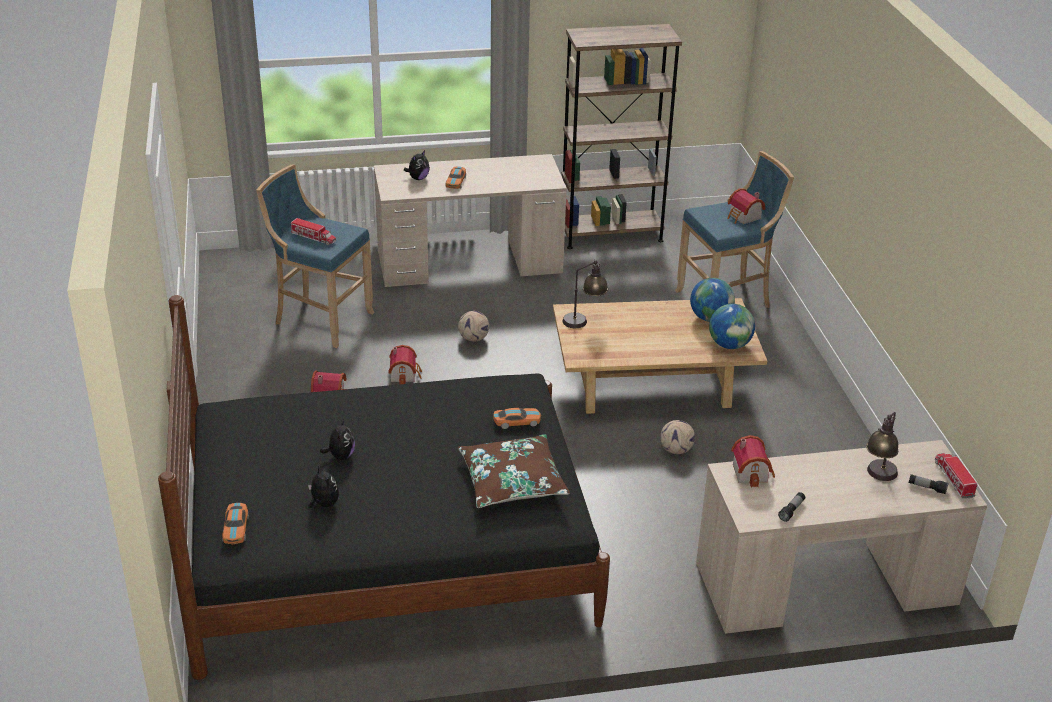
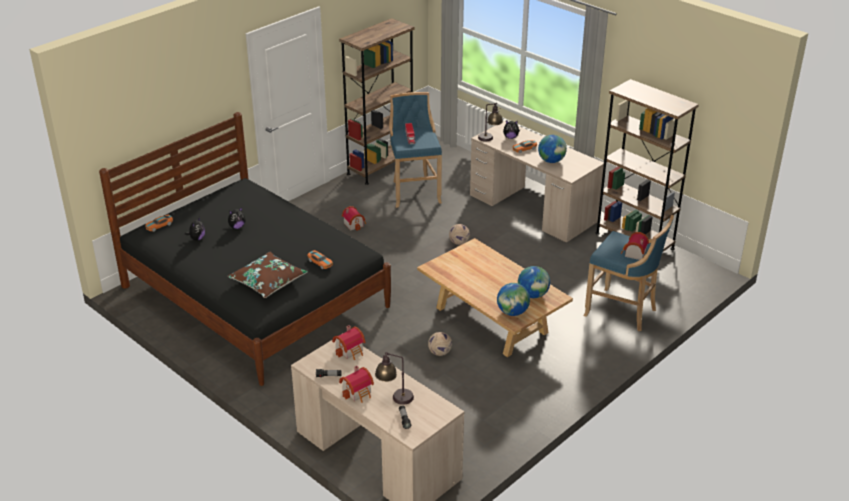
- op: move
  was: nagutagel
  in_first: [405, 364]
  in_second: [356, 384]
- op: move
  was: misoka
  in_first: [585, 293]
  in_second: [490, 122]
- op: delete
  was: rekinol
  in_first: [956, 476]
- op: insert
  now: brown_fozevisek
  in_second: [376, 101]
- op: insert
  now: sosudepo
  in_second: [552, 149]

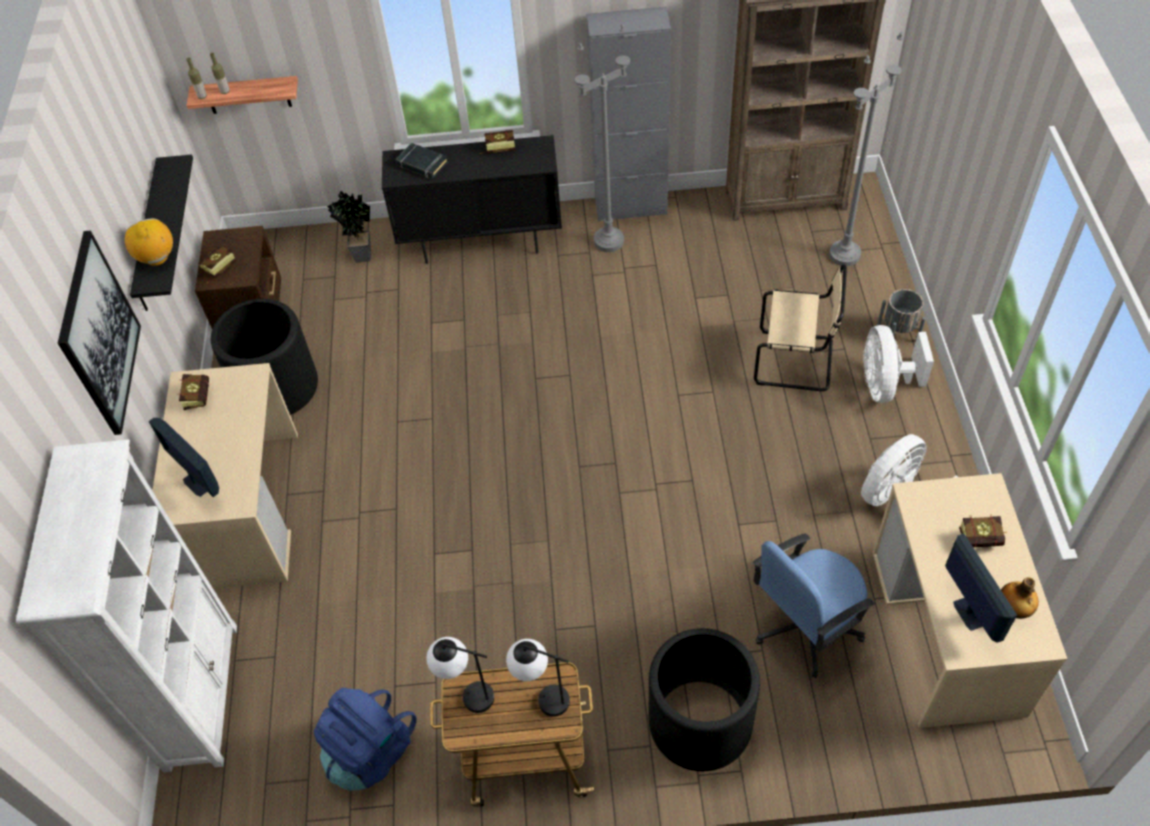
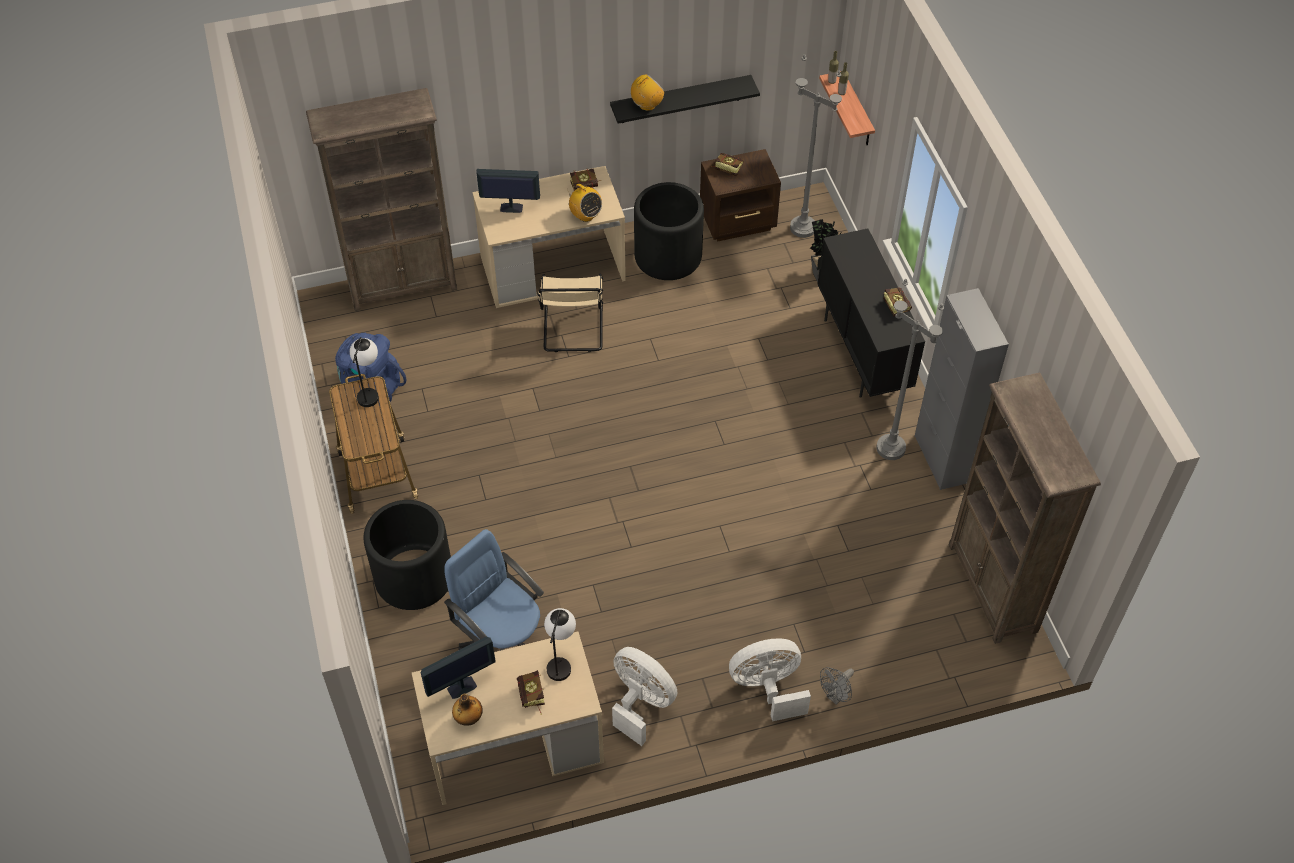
- op: recolor
  was: white_fozevisek
  now: brown_fozevisek
  in_first: [126, 606]
  in_second: [381, 199]
- op: delete
  was: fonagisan
  in_first: [99, 333]
- op: rotate
  was: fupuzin
  in_first: [184, 457]
  in_second: [508, 191]
  clockwise: 60
- op: delete
  was: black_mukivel
  in_first: [422, 161]
- op: move
  was: misoka
  in_first: [538, 678]
  in_second: [560, 644]
- op: move
  was: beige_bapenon
  in_first: [800, 327]
  in_second: [570, 312]
- op: move
  was: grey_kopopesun
  in_first: [866, 149]
  in_second: [816, 146]
- op: replace
  was: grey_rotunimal
  now: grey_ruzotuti
  in_first: [901, 314]
  in_second: [837, 686]
- op: insert
  now: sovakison
  in_second: [584, 203]

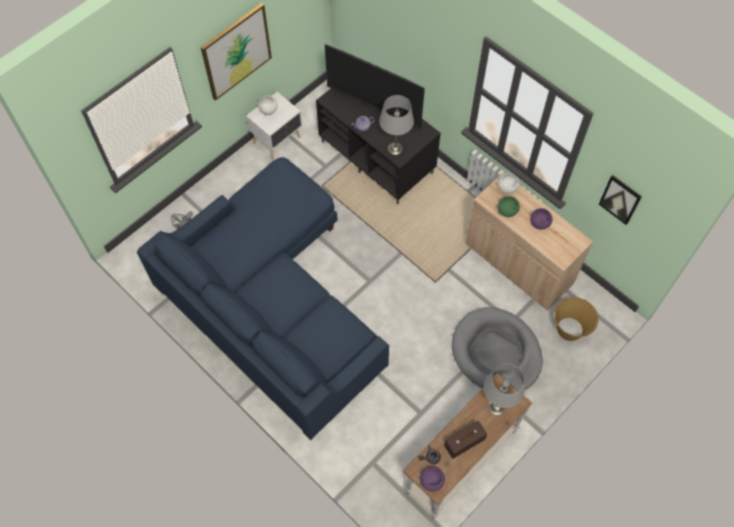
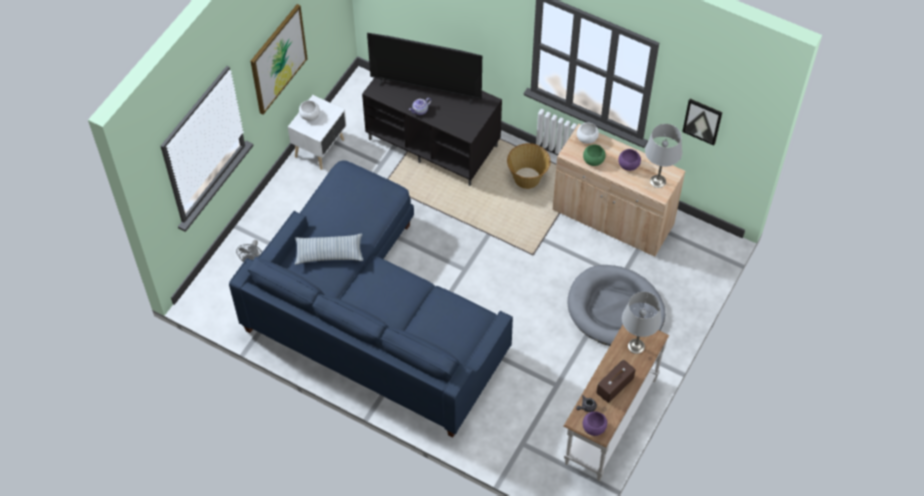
- op: move
  was: grey_misoka
  in_first: [396, 125]
  in_second: [663, 156]
- op: move
  was: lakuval
  in_first: [576, 319]
  in_second: [528, 166]
- op: insert
  now: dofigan
  in_second: [329, 249]

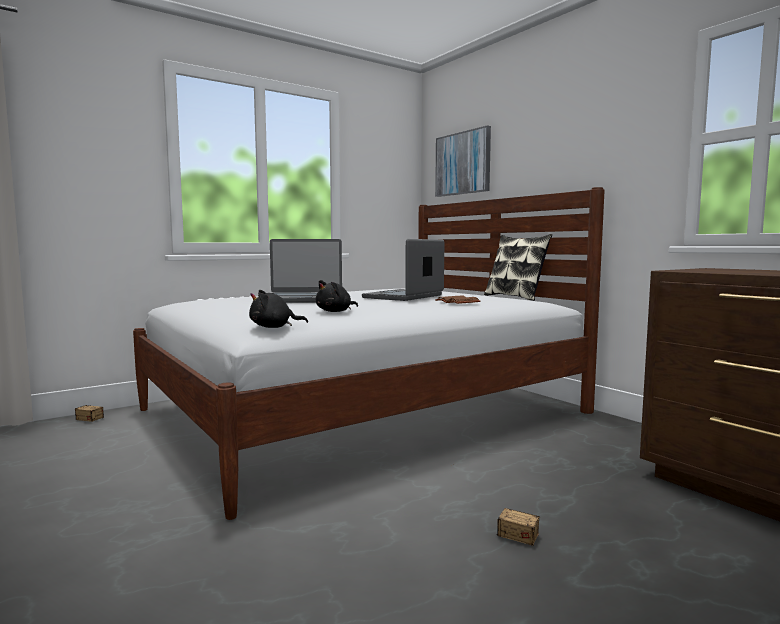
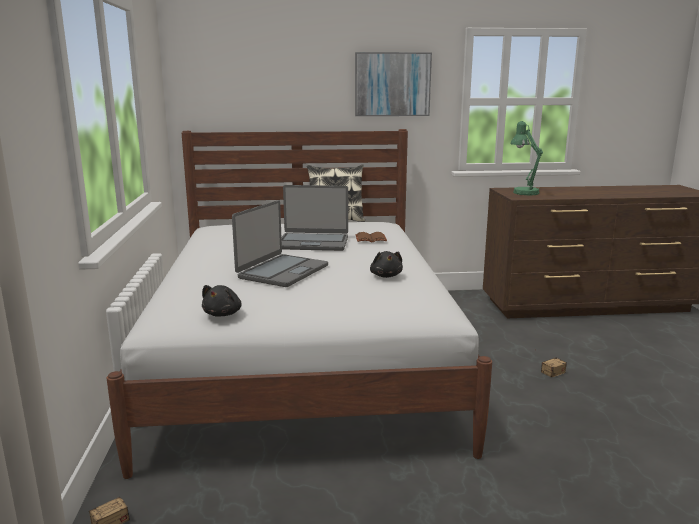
- op: move
  was: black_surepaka
  in_first: [278, 309]
  in_second: [222, 301]
- op: rotate
  was: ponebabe
  in_first: [403, 270]
  in_second: [314, 218]
  clockwise: -60
- op: move
  was: fonagisan
  in_first: [463, 161]
  in_second: [393, 84]
- op: insert
  now: green_misoka
  in_second: [526, 158]

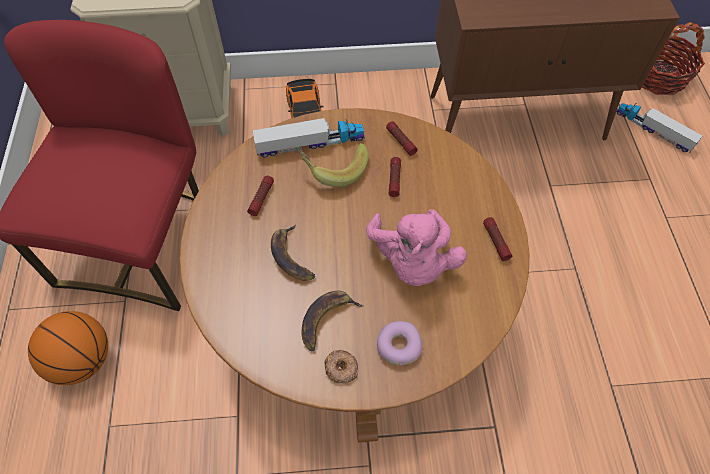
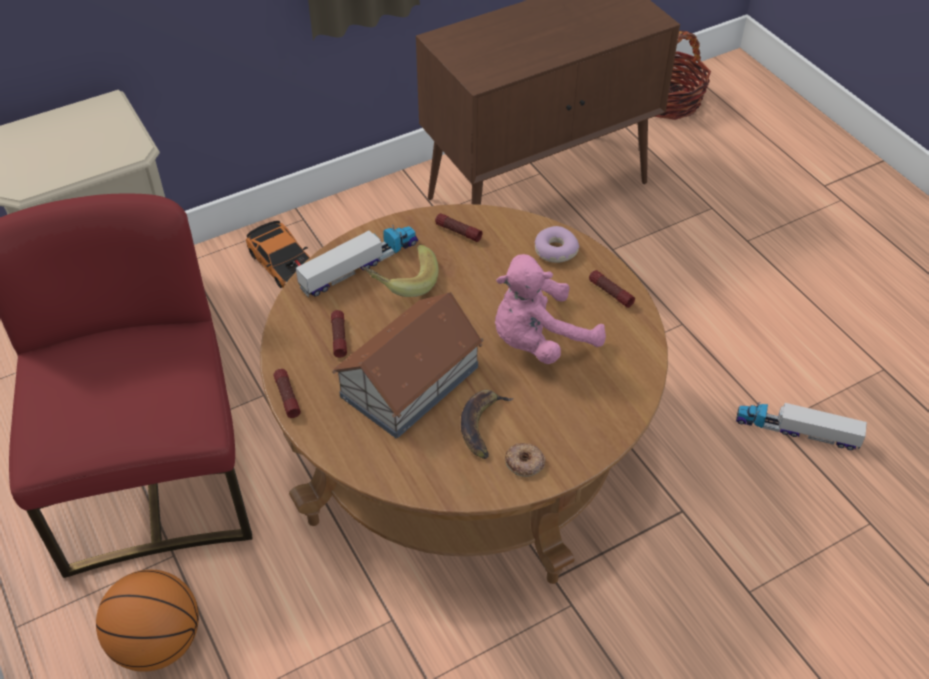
- op: replace
  was: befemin
  now: nagutagel
  in_first: [293, 252]
  in_second: [408, 365]
- op: rotate
  was: pink_surepaka
  in_first: [416, 247]
  in_second: [550, 309]
  clockwise: 90
- op: move
  was: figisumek
  in_first: [399, 343]
  in_second: [557, 244]
- op: move
  was: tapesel
  in_first: [395, 177]
  in_second: [287, 393]
- op: move
  was: rekinol
  in_first: [659, 128]
  in_second: [801, 426]

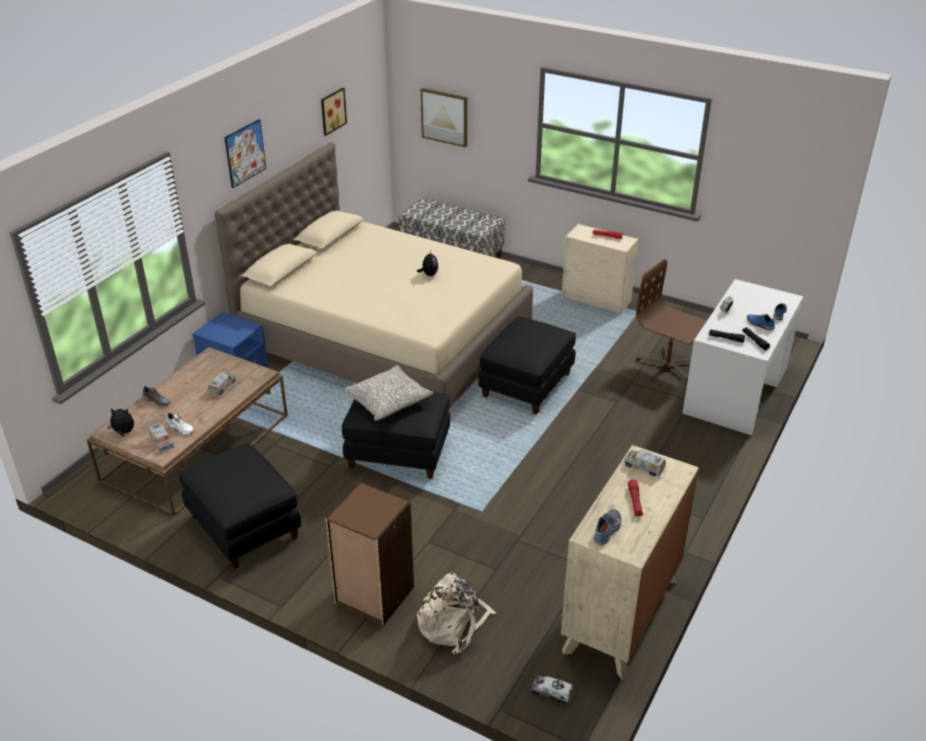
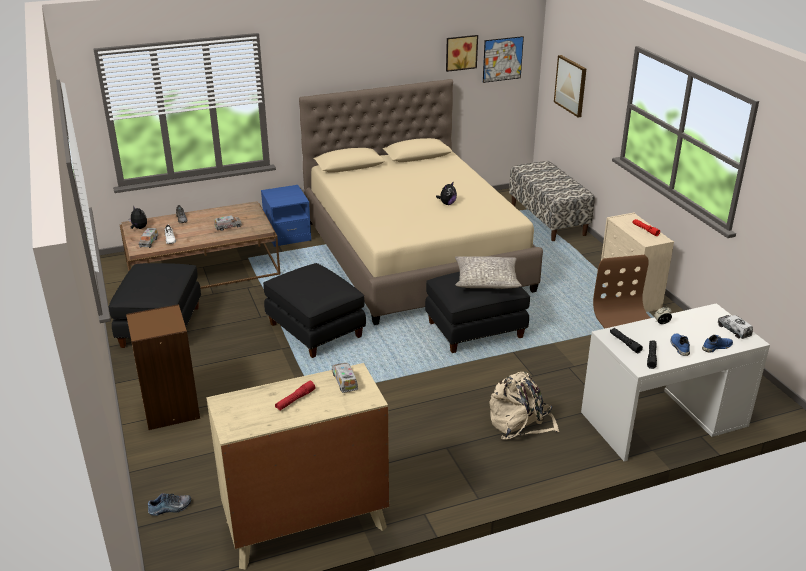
- op: move
  was: fonagisan
  in_first: [245, 153]
  in_second: [503, 59]
- op: move
  was: grey_dofigan
  in_first: [387, 393]
  in_second: [488, 272]
- op: move
  was: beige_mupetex
  in_first: [457, 613]
  in_second: [524, 406]
- op: move
  was: rekinol
  in_first: [552, 690]
  in_second: [735, 327]
- op: move
  was: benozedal
  in_first: [607, 527]
  in_second: [169, 504]

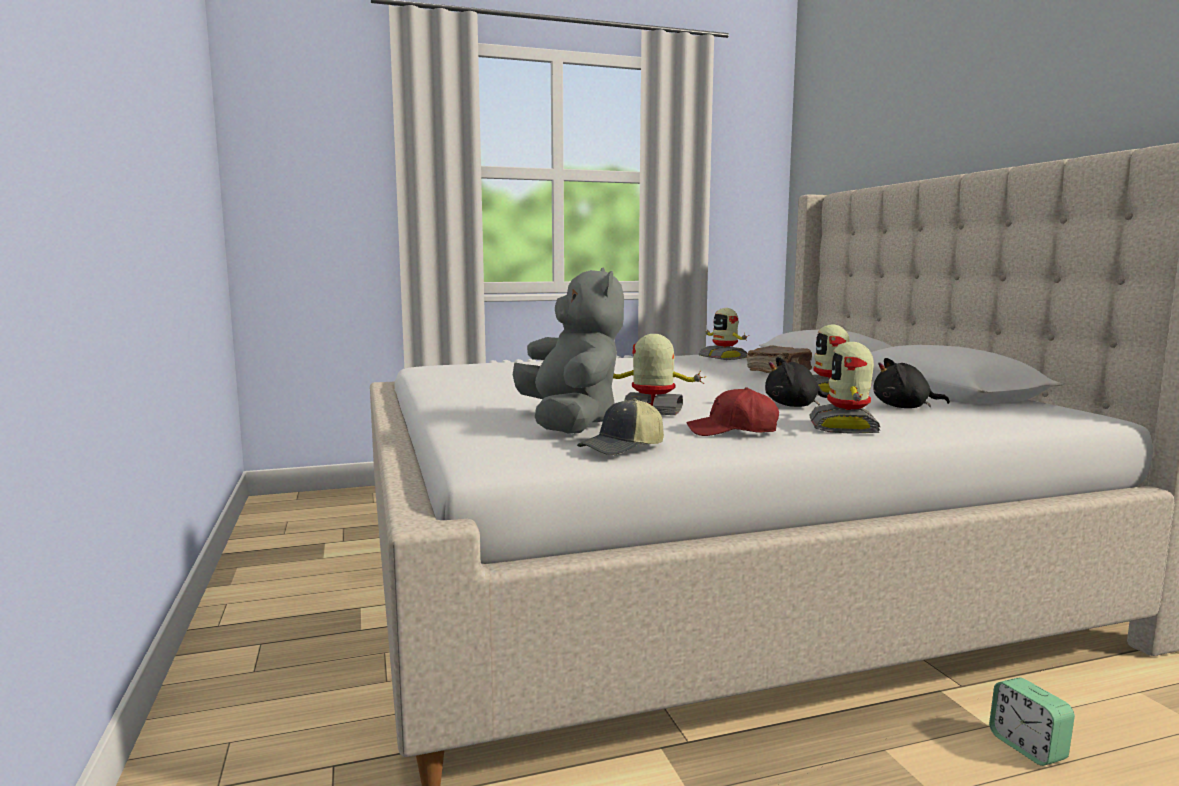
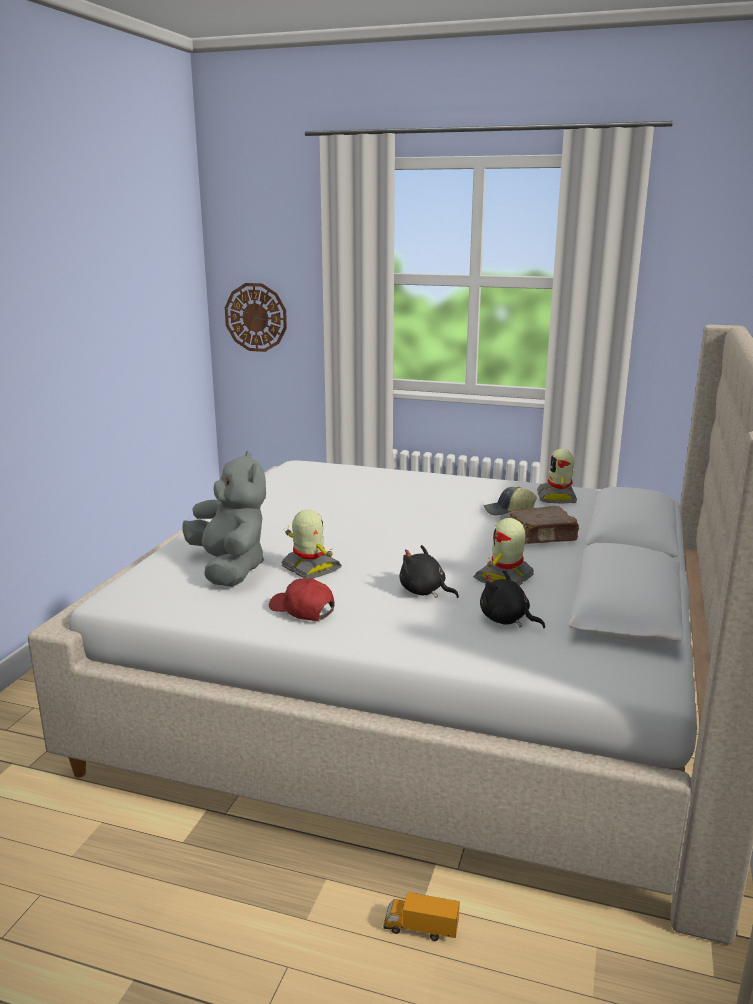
- op: rotate
  was: grey_surepaka
  in_first: [568, 350]
  in_second: [224, 519]
  clockwise: -45
- op: move
  was: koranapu
  in_first: [620, 426]
  in_second: [510, 501]
- op: delete
  was: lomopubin
  in_first: [844, 388]
- op: replace
  was: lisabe
  now: rekinol
  in_first: [1032, 722]
  in_second: [421, 916]
- op: insert
  now: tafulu
  in_second: [256, 317]

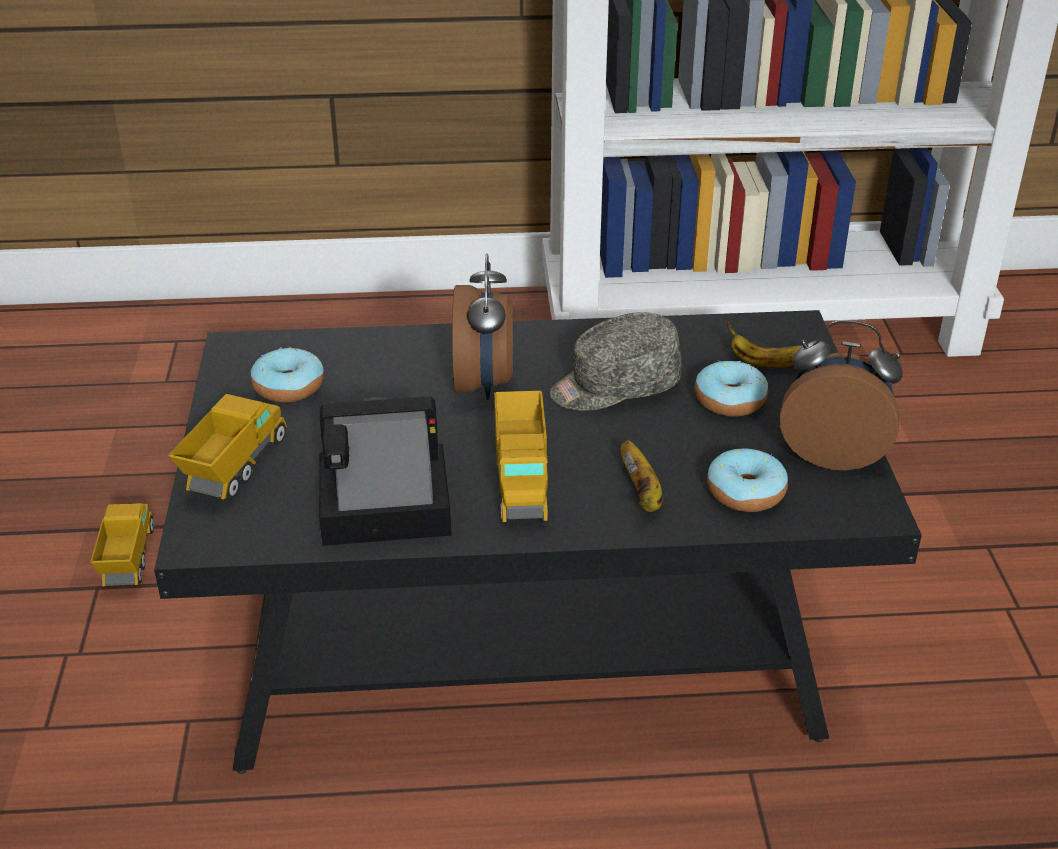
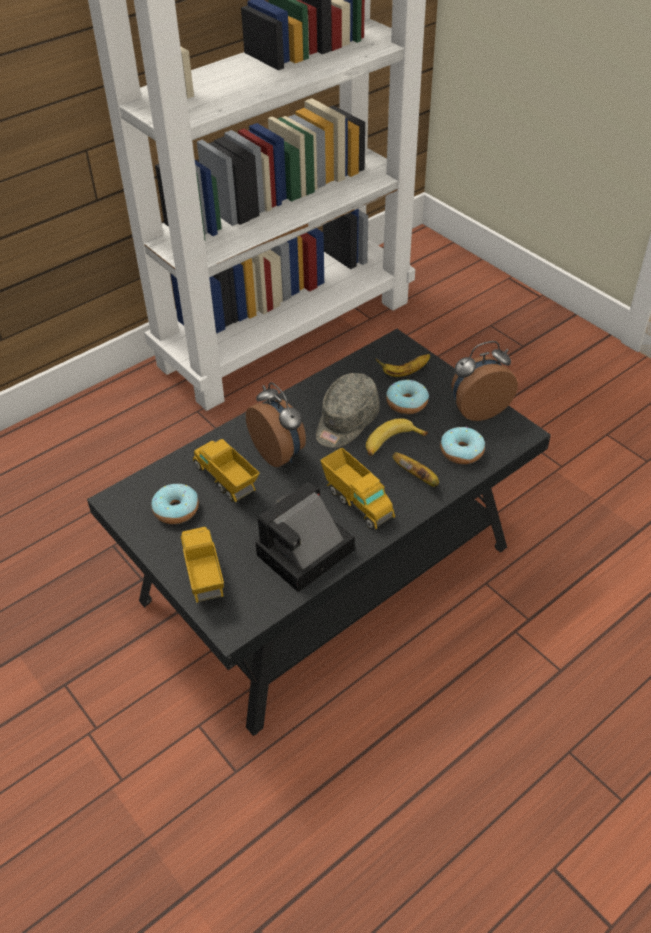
- op: move
  was: rekinol
  in_first: [122, 544]
  in_second: [226, 470]
- op: insert
  now: befemin
  in_second: [397, 437]

